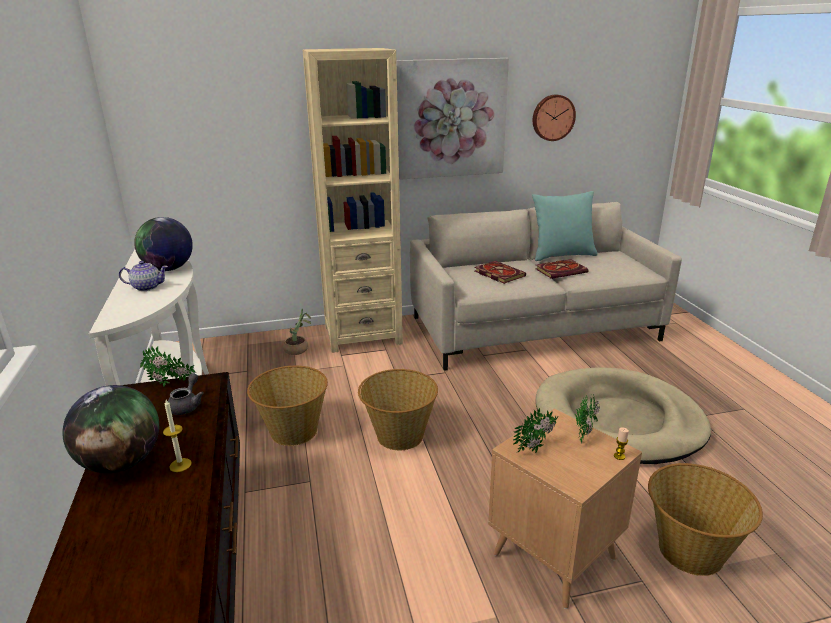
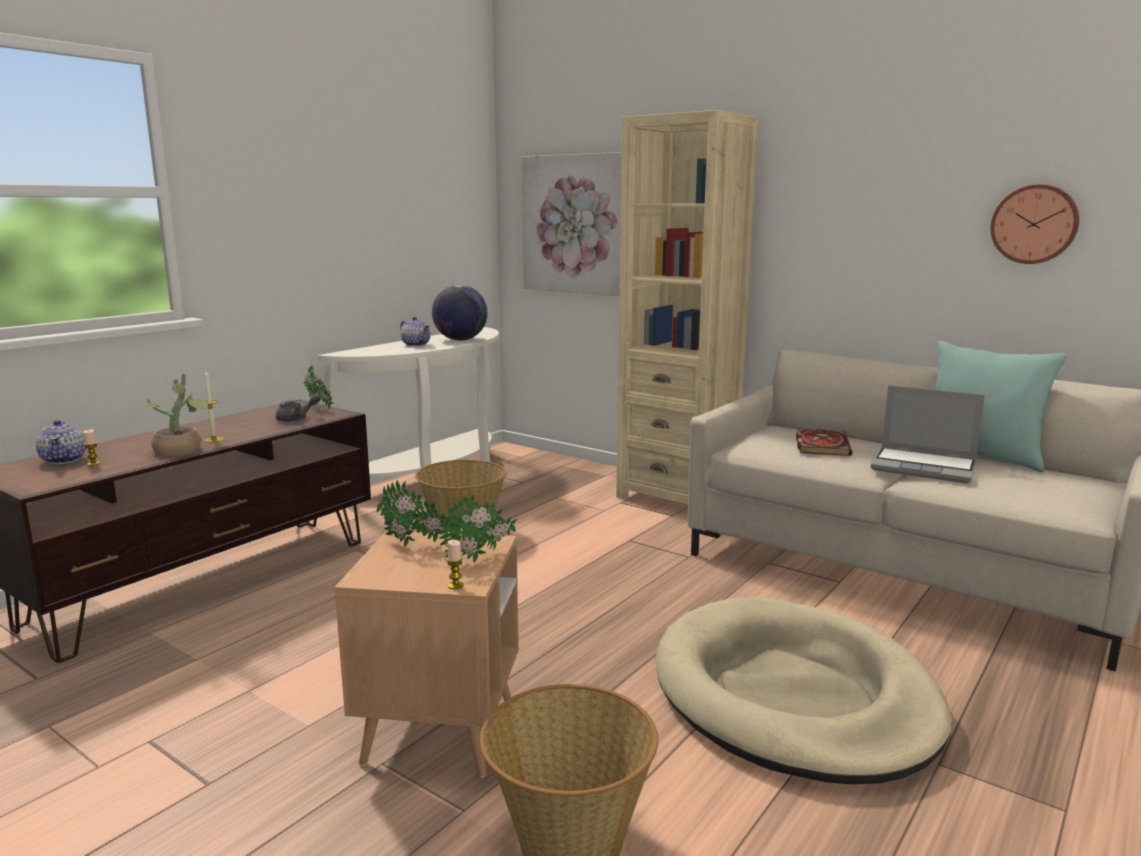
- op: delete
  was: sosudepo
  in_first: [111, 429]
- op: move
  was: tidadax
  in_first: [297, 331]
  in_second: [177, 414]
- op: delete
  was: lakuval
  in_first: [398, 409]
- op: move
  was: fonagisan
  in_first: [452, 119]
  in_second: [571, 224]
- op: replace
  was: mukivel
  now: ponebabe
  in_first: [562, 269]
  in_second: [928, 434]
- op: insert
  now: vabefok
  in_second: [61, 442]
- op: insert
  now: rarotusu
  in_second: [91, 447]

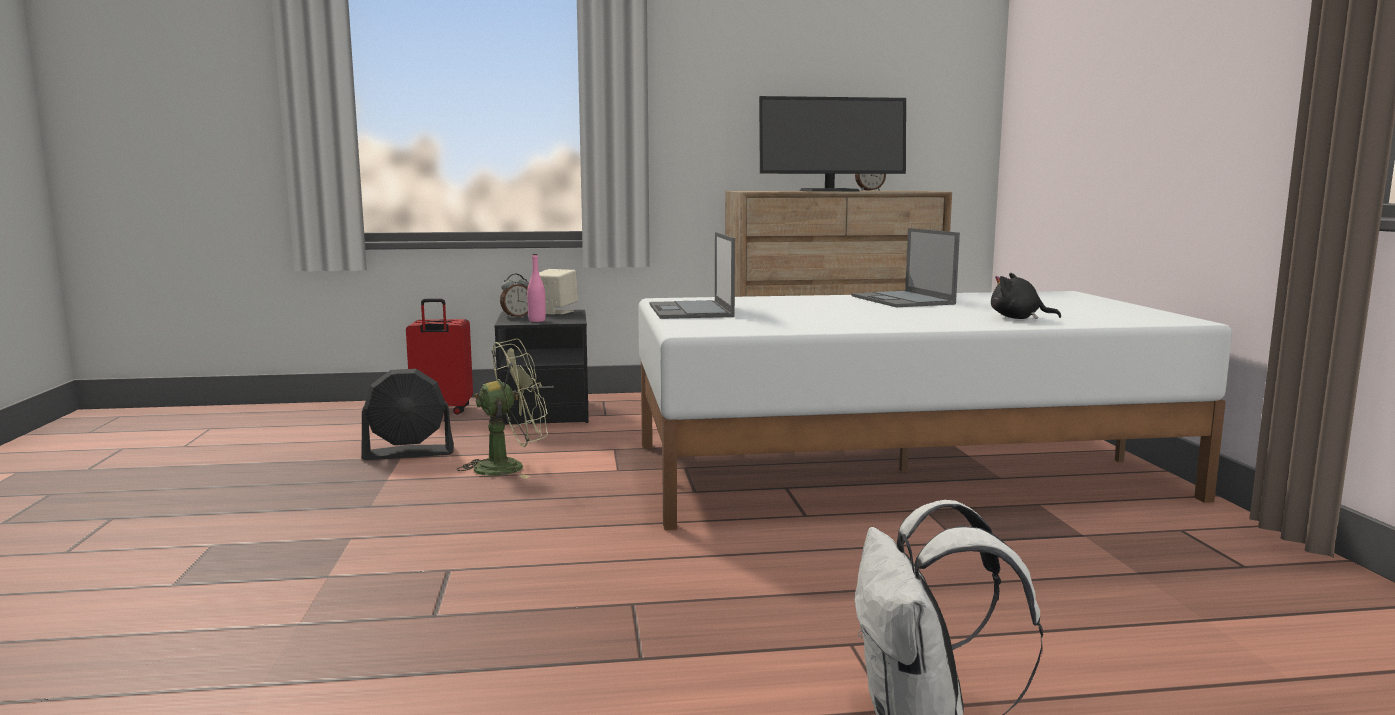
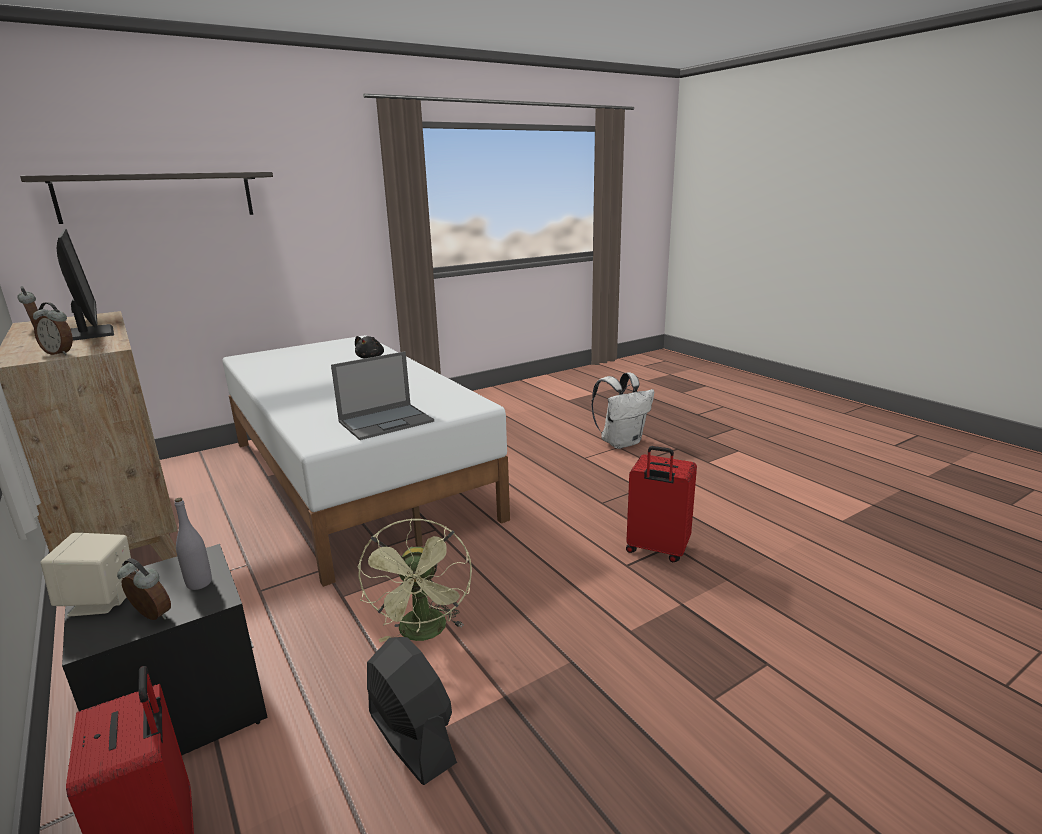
- op: rotate
  was: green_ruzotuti
  in_first: [502, 408]
  in_second: [414, 580]
  clockwise: -135
- op: recolor
  was: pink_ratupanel
  now: grey_ratupanel
  in_first: [536, 288]
  in_second: [193, 544]
- op: delete
  was: ponebabe
  in_first: [905, 267]
- op: insert
  now: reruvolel
  in_second: [146, 198]
- op: insert
  now: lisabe
  in_second: [53, 328]
- op: insert
  now: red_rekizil
  in_second: [661, 504]

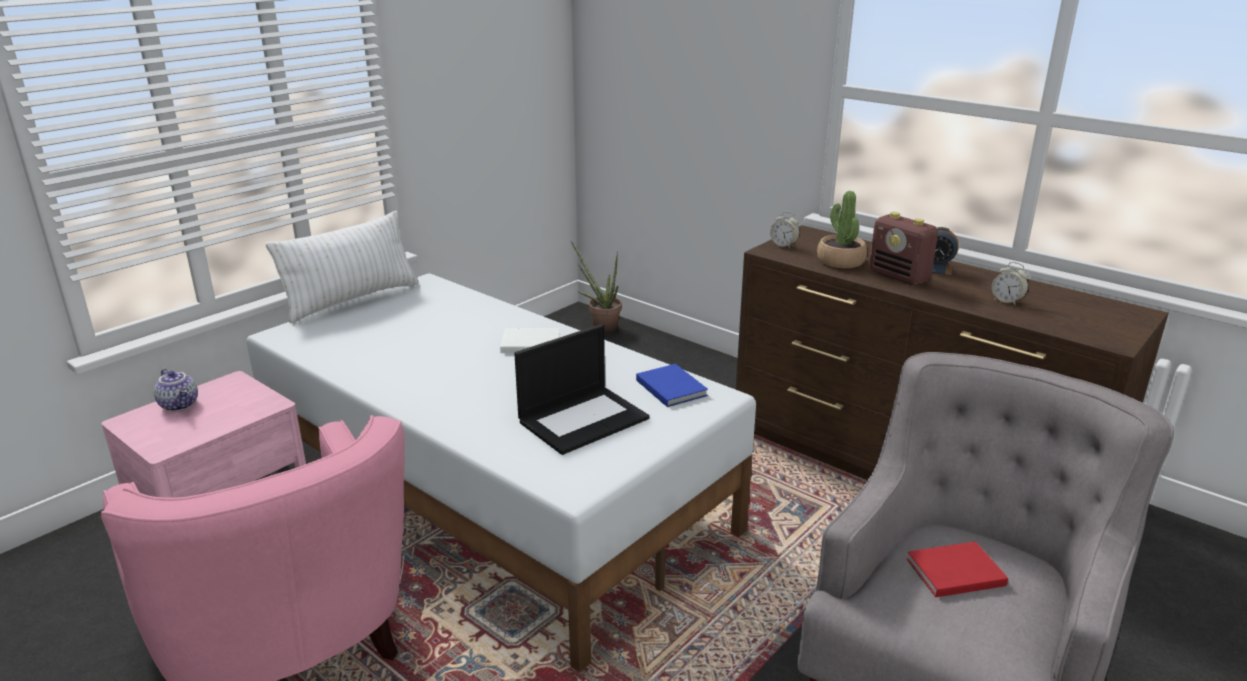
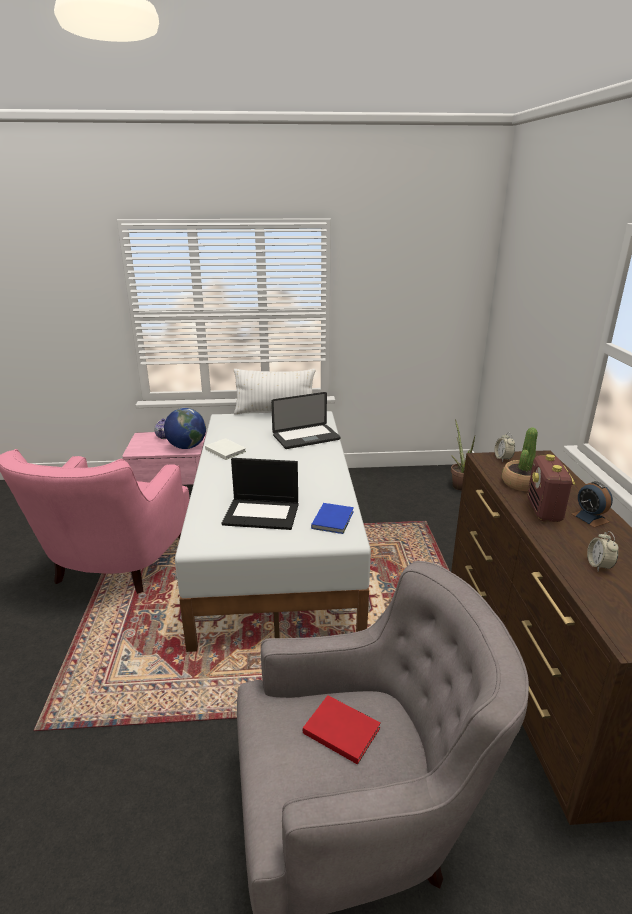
- op: move
  was: white_mukivel
  in_first: [530, 340]
  in_second: [225, 449]
- op: insert
  now: sosudepo
  in_second: [185, 428]
- op: insert
  now: ponebabe
  in_second: [306, 420]

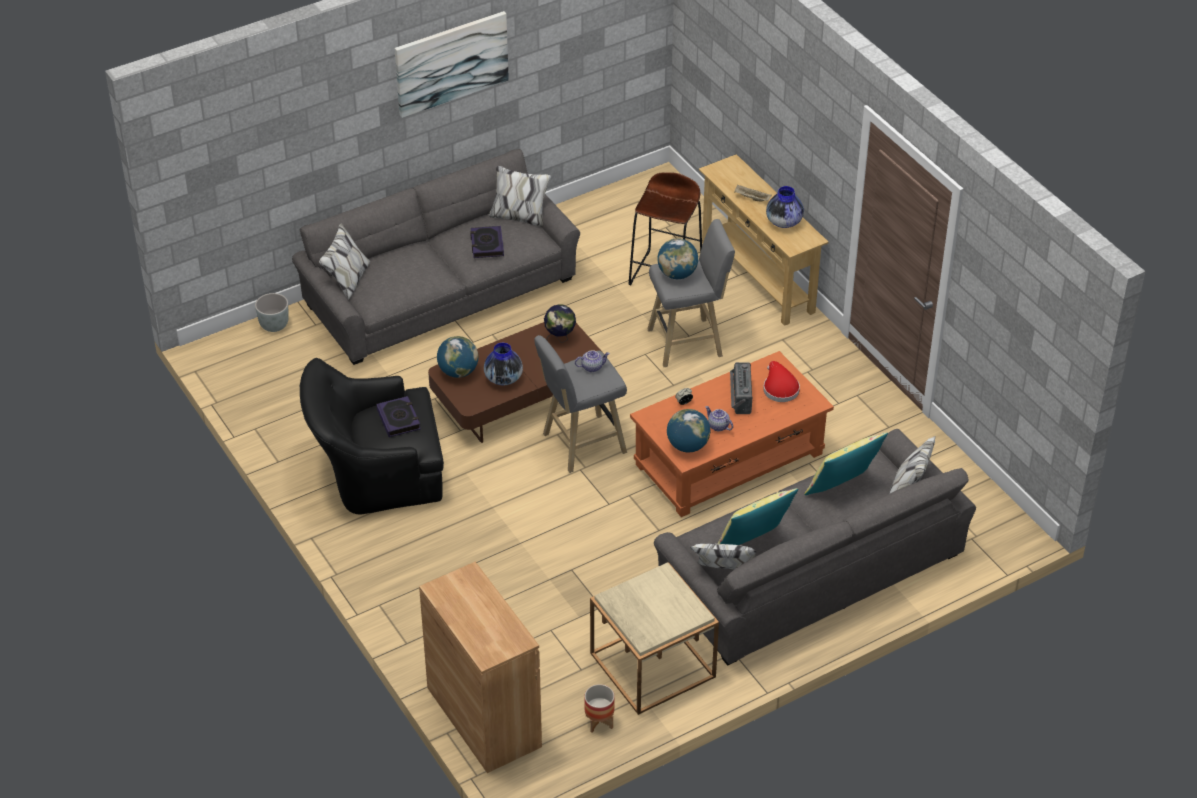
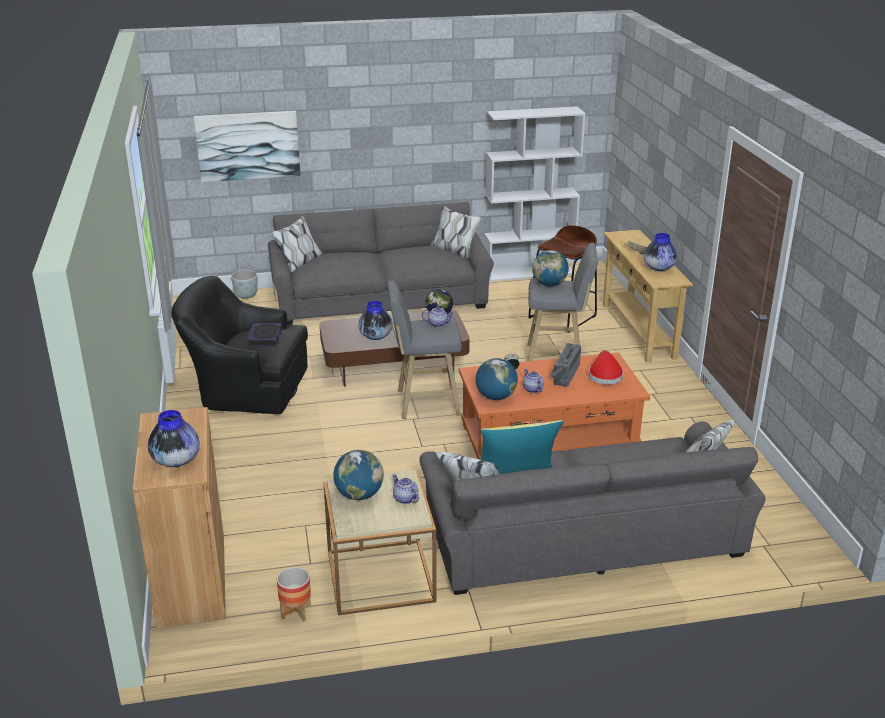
- op: move
  was: fonagisan
  in_first: [452, 64]
  in_second: [247, 146]
- op: move
  was: sosudepo
  in_first: [457, 357]
  in_second: [358, 475]
- op: delete
  was: mukivel
  in_first: [487, 242]
- op: delete
  was: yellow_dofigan
  in_first: [846, 463]
- op: insert
  now: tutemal
  in_second: [174, 438]
- op: insert
  now: vabefok
  in_second: [405, 489]
- op: insert
  now: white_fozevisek
  in_second: [534, 194]

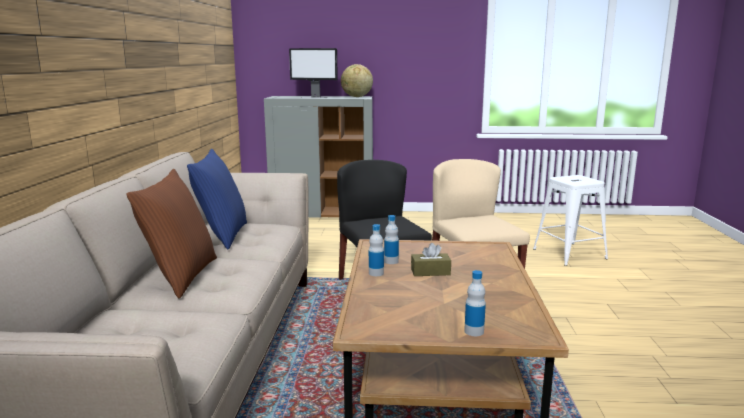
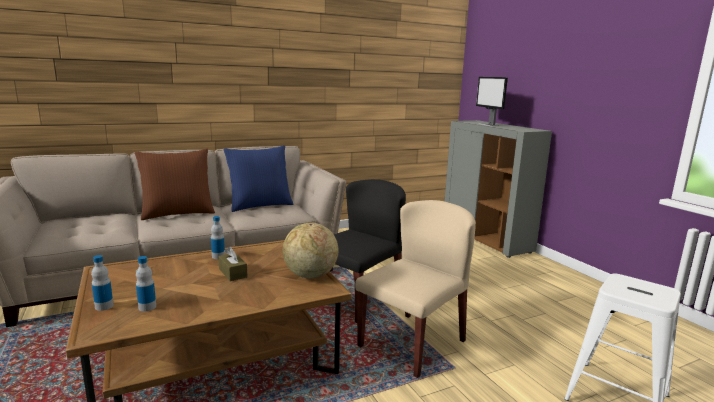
- op: move
  was: sosudepo
  in_first: [357, 80]
  in_second: [311, 251]
- op: move
  was: ratupanel
  in_first: [391, 239]
  in_second: [146, 284]

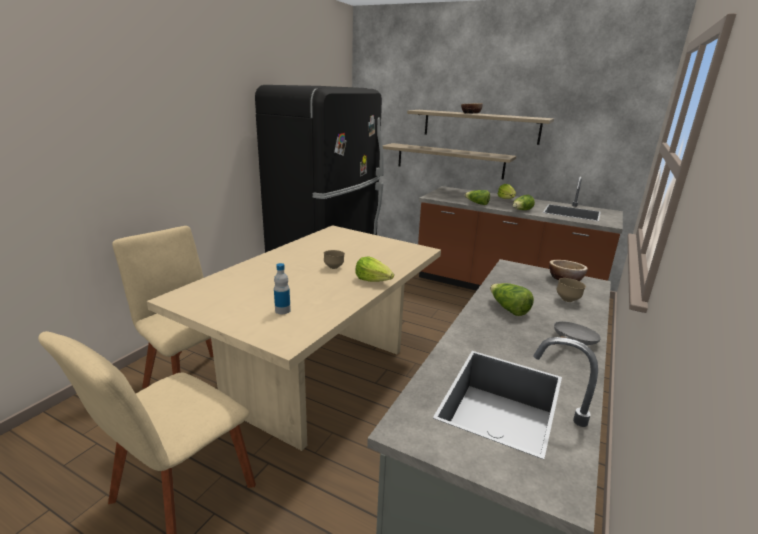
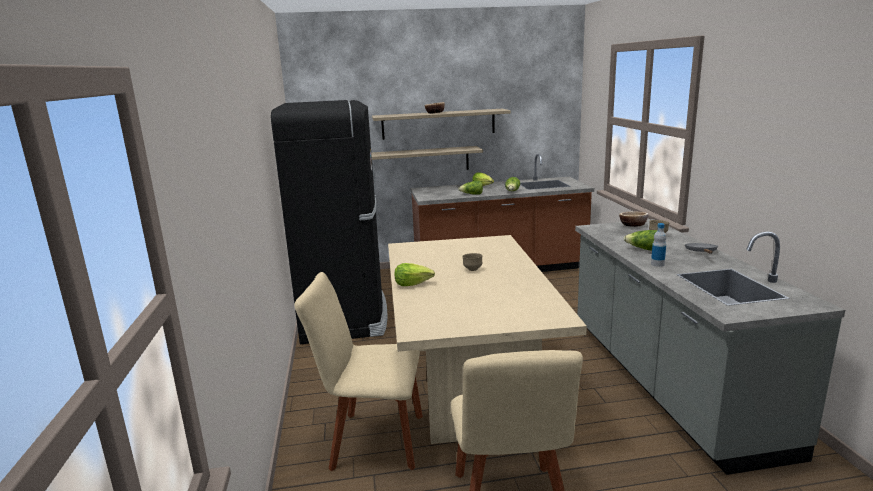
- op: move
  was: ratupanel
  in_first: [282, 288]
  in_second: [658, 245]
- op: move
  was: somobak
  in_first: [374, 269]
  in_second: [415, 274]

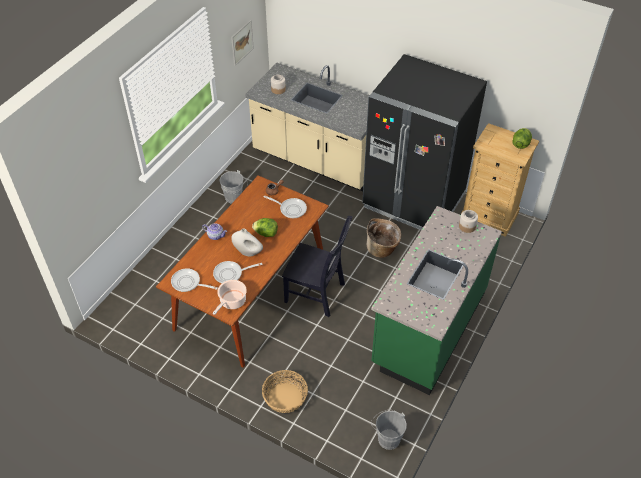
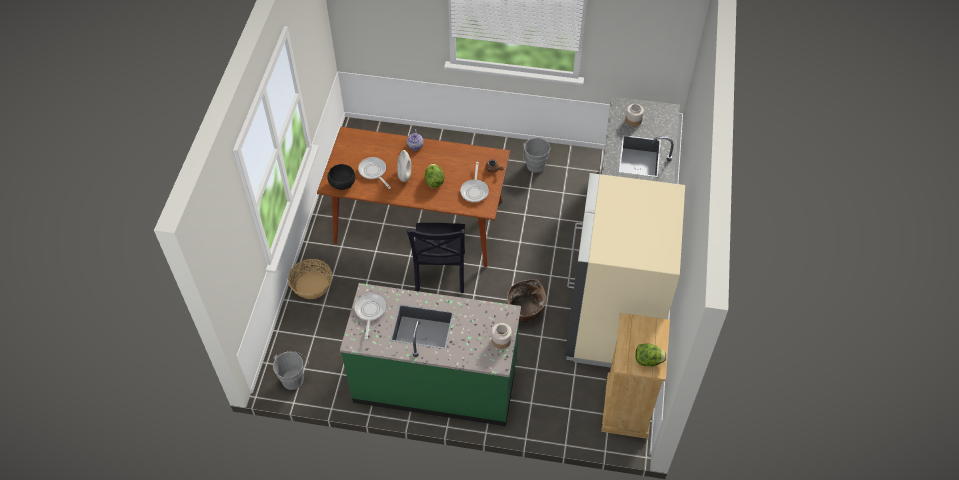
- op: move
  was: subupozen
  in_first: [194, 280]
  in_second: [370, 316]
- op: replace
  was: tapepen
  now: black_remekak
  in_first: [230, 297]
  in_second: [341, 177]
- op: delete
  was: fonagisan
  in_first: [242, 43]
- op: recolor
  was: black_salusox
  now: beige_salusox
  in_first: [424, 142]
  in_second: [625, 270]

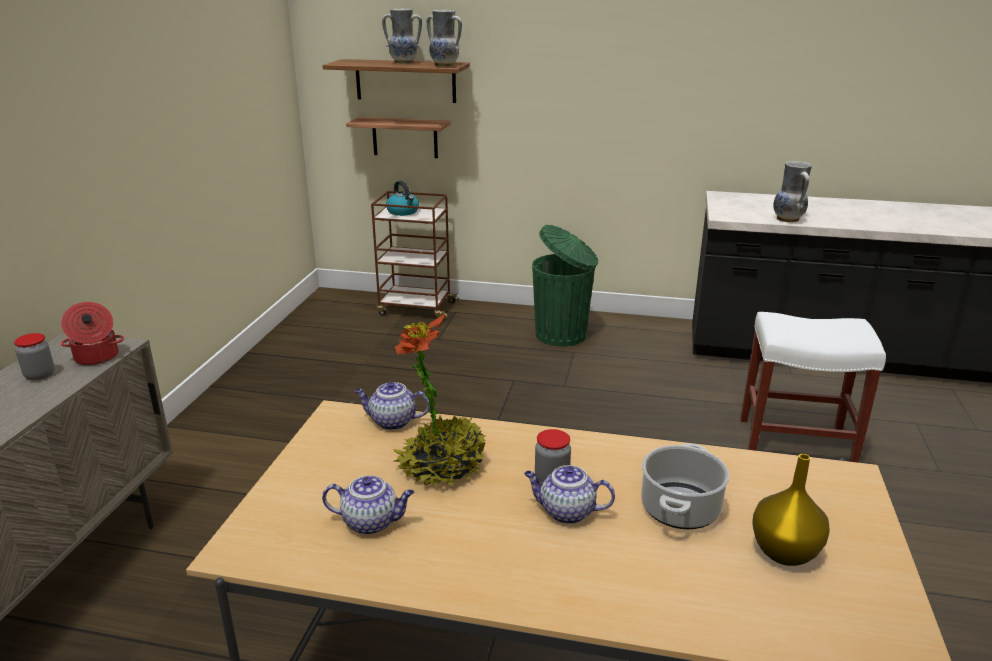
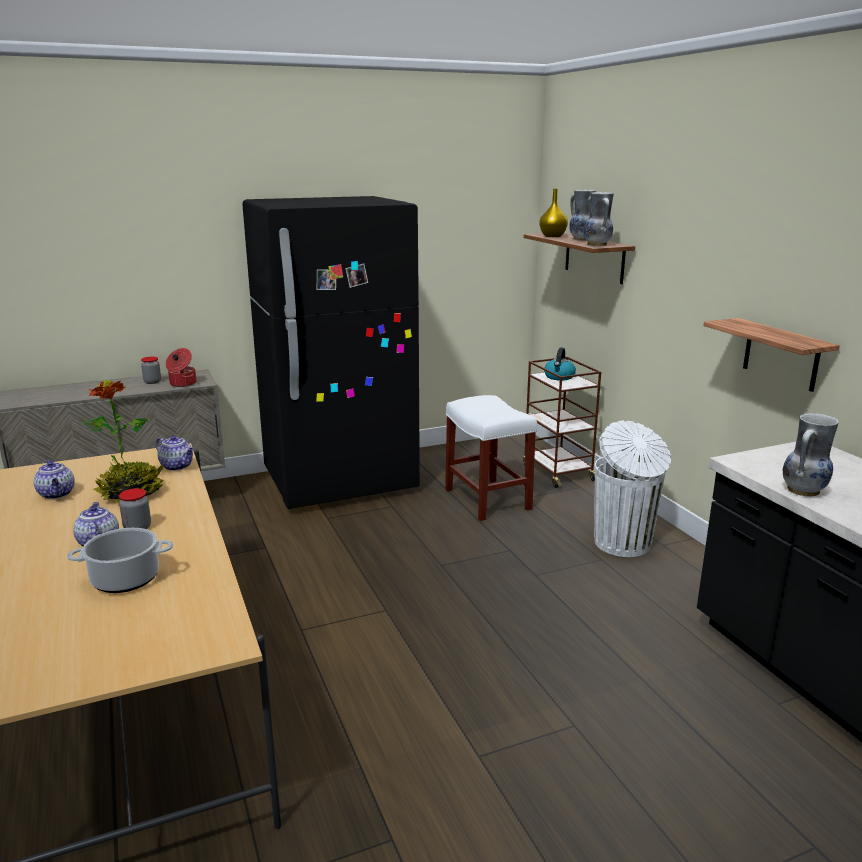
- op: move
  was: reruvolel
  in_first: [398, 137]
  in_second: [772, 355]
- op: rotate
  was: vabefok
  in_first: [392, 405]
  in_second: [175, 453]
  clockwise: 150
- op: recolor
  was: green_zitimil
  now: white_zitimil
  in_first: [565, 285]
  in_second: [632, 489]
- op: move
  was: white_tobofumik
  in_first: [813, 387]
  in_second: [491, 458]
- op: move
  was: yellow_tutemal
  in_first: [791, 510]
  in_second: [553, 213]
- op: insert
  now: black_salusox
  in_second: [331, 352]

